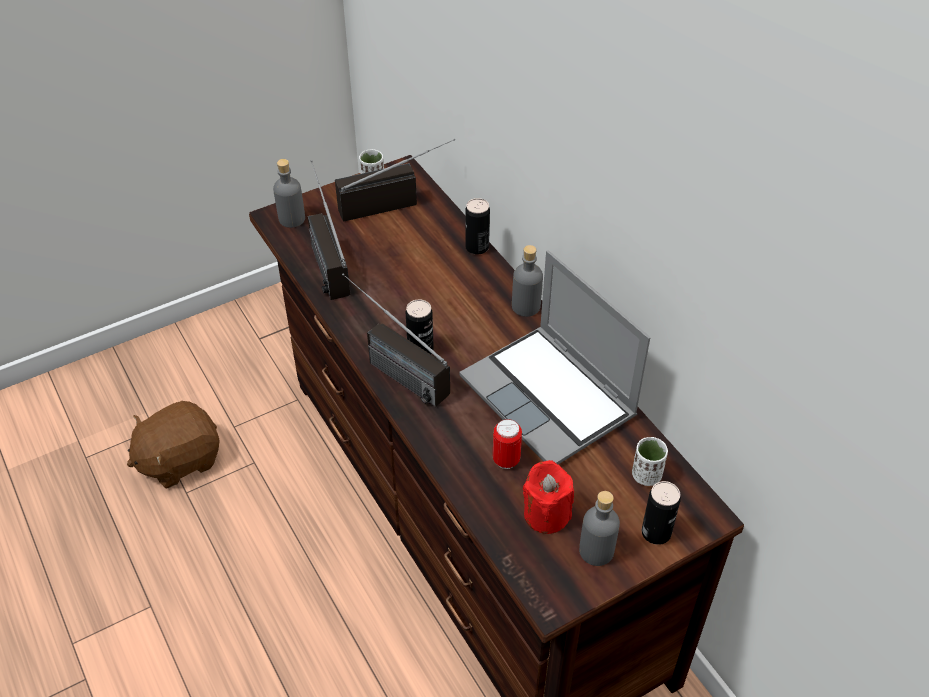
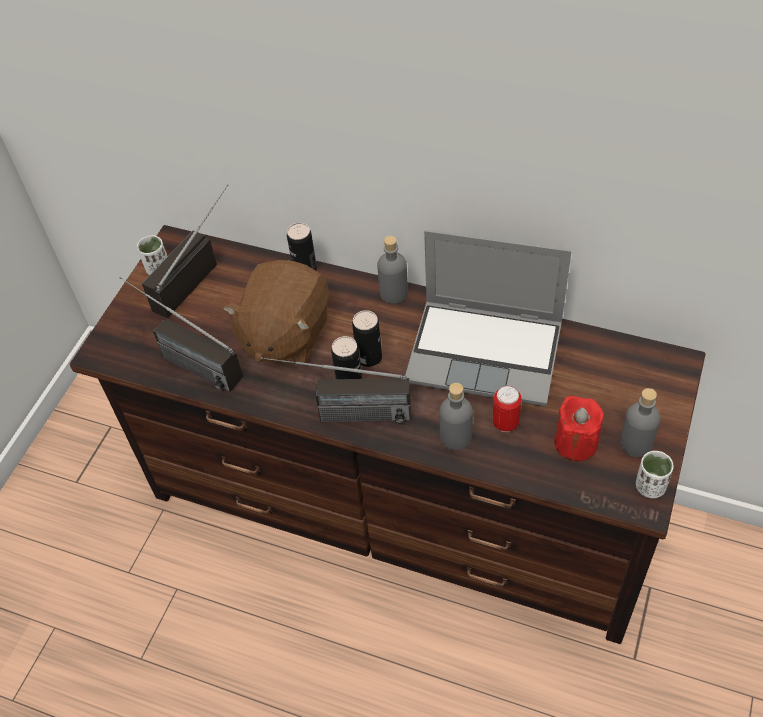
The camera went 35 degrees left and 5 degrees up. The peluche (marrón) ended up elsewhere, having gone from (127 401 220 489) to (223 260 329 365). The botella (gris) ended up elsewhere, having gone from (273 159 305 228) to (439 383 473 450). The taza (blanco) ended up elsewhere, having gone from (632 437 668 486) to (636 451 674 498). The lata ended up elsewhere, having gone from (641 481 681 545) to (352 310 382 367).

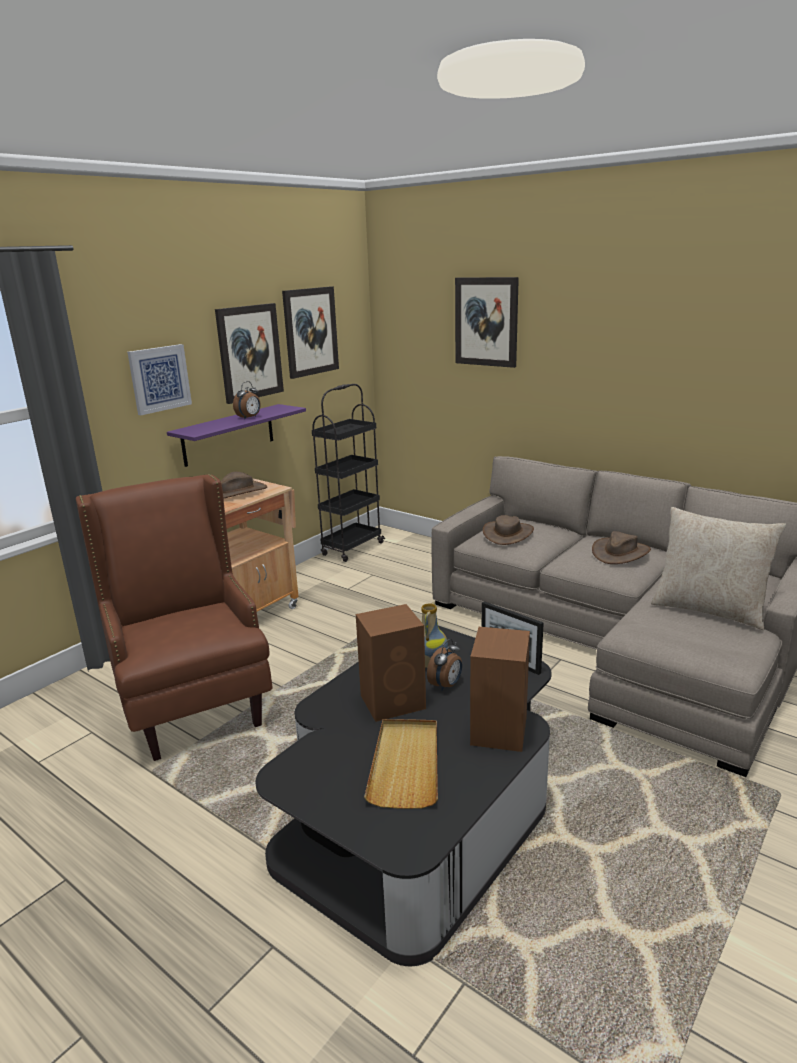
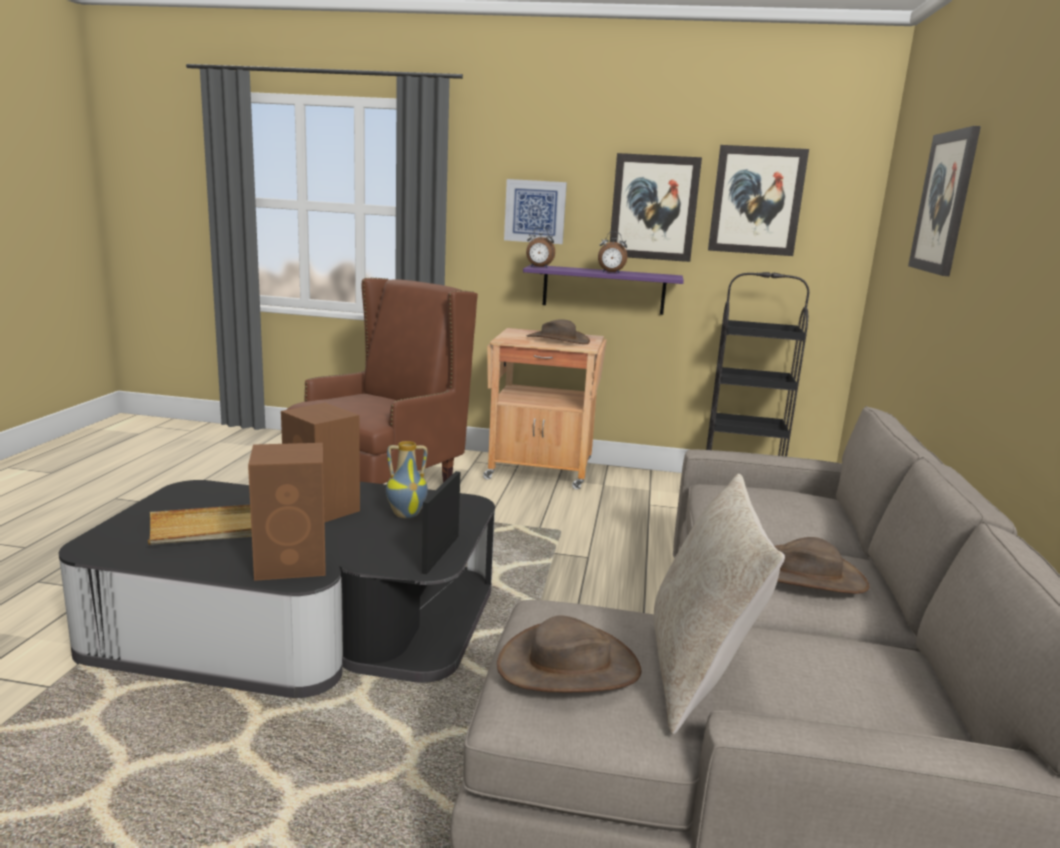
The camera went 60 degrees right and 5 degrees down. The despertador ended up elsewhere, having gone from (427 639 462 691) to (526 227 555 268). The sombrero (marrón) ended up elsewhere, having gone from (483 515 534 545) to (497 615 642 692).

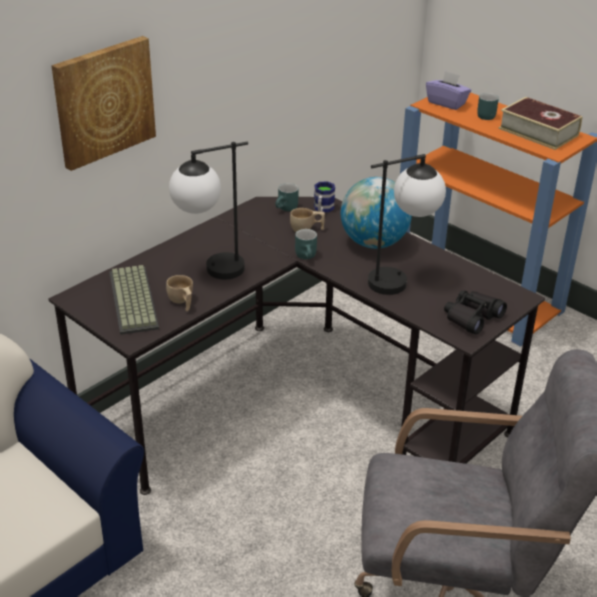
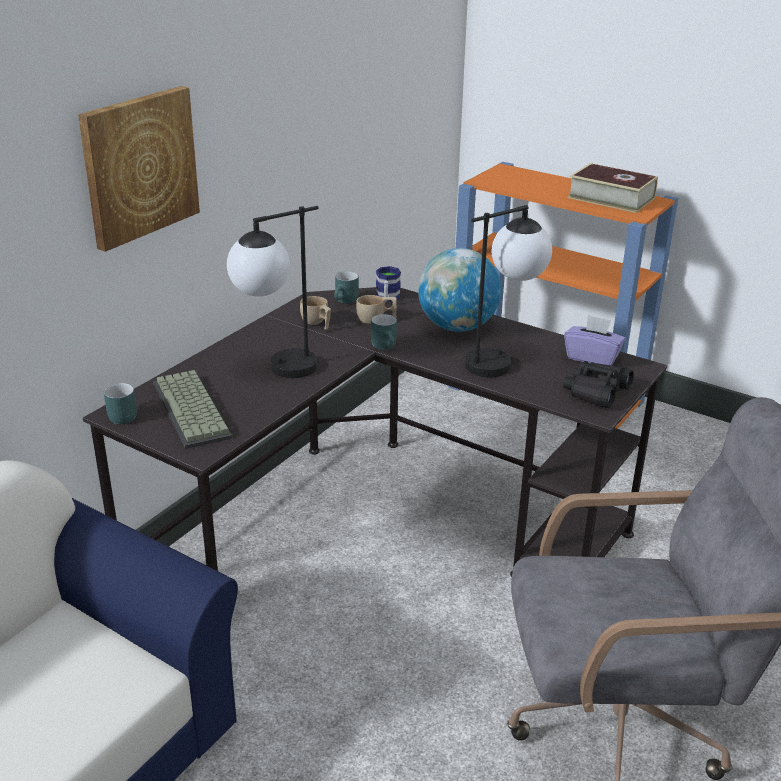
The camera went 10 degrees left and 5 degrees down. The taza (beis) ended up elsewhere, having gone from (166 275 193 311) to (300 296 331 330). The caja de pañuelos (morado) ended up elsewhere, having gone from (426 71 471 110) to (564 315 626 365). The taza grande (turquesa) ended up elsewhere, having gone from (477 93 499 120) to (104 383 137 424).

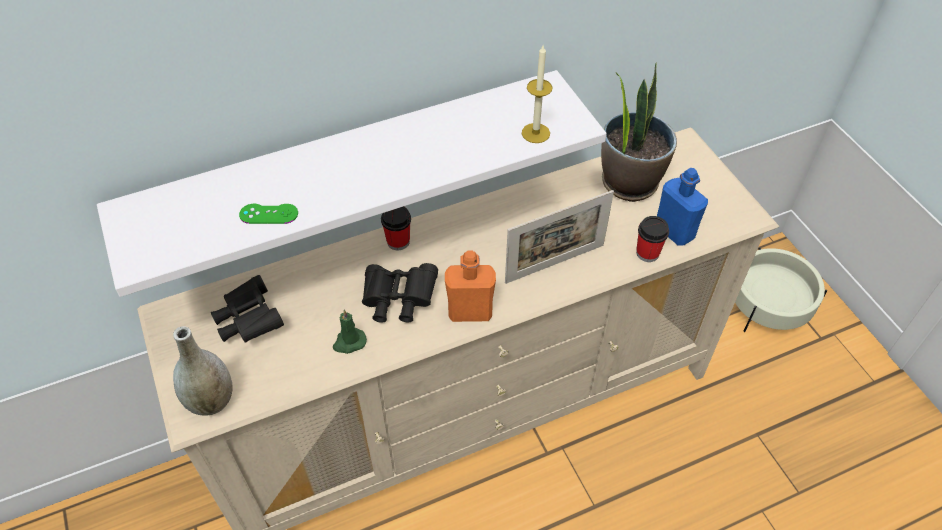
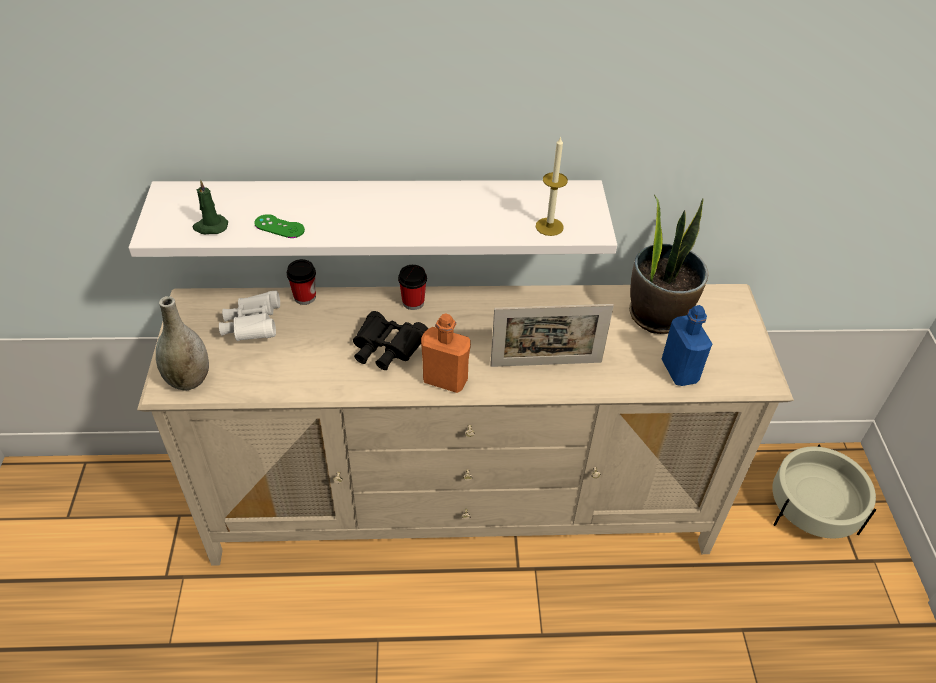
The camera went 20 degrees right and 5 degrees down. What was the prismáticos (negro) at (211 275 284 343) turned into the prismáticos (blanco) at (219 291 280 341). The vela (verde) ended up elsewhere, having gone from (333 310 367 354) to (193 180 228 234). The taza ended up elsewhere, having gone from (636 216 669 262) to (287 259 316 305).

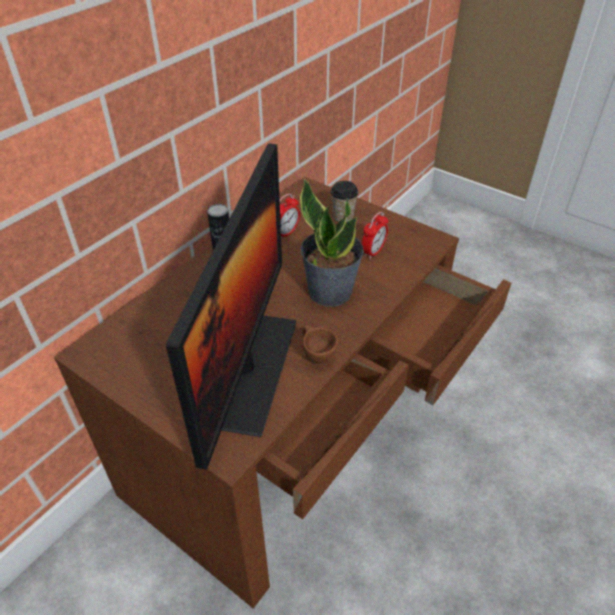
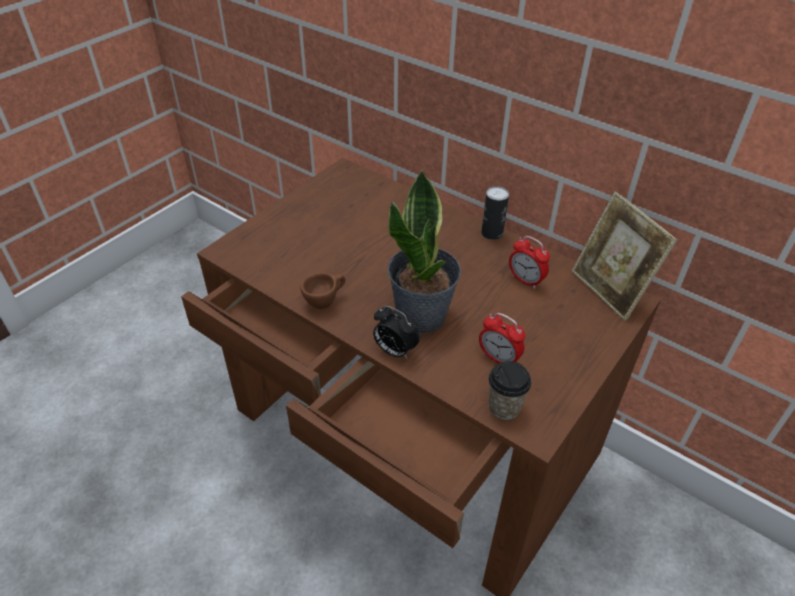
The camera went 90 degrees right and 0 degrees up. The second view lost the monitor at (166 143 296 470). The taza ended up elsewhere, having gone from (331 181 358 222) to (489 361 531 420). The second view gained the despertador at (373 306 420 359). The second view gained the portarretratos at (571 192 677 321).

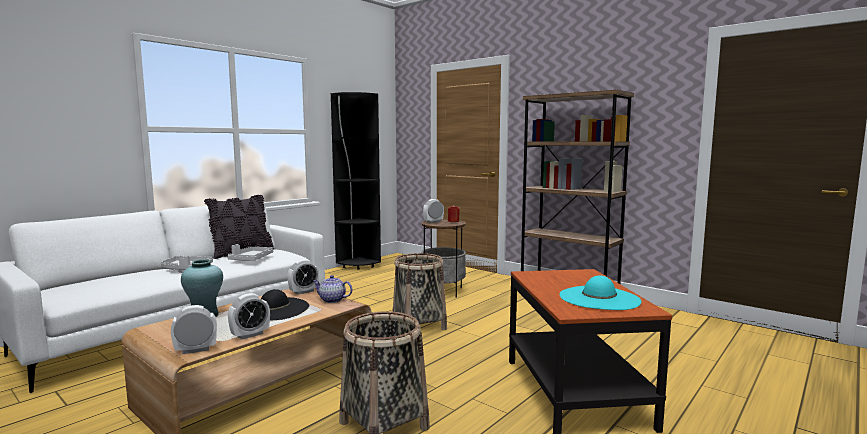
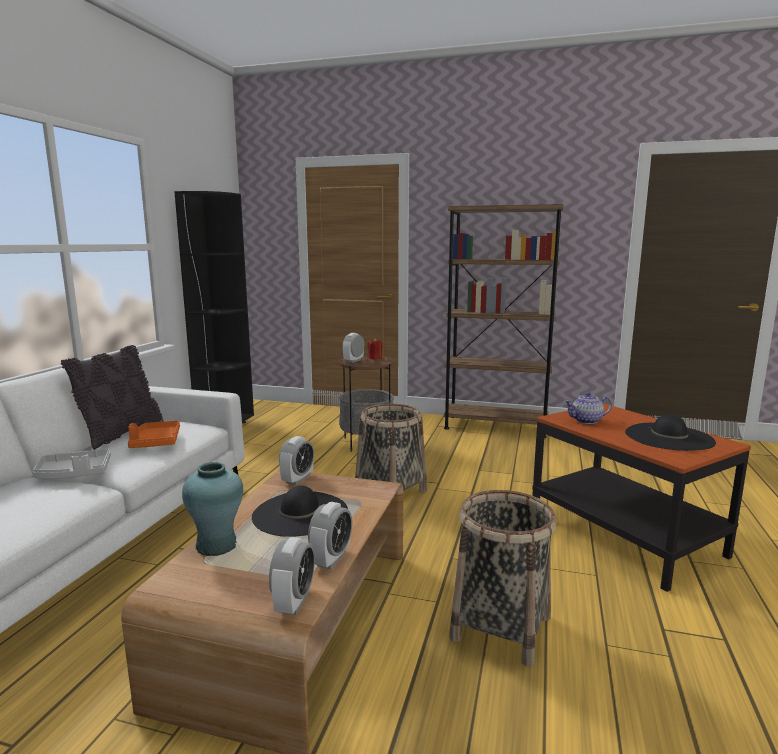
The camera went 25 degrees left and 5 degrees up. The despertador at (171 305 217 354) ended up facing another way, 150 degrees clockwise from before. What was the bandeja (gris) at (227 244 273 261) turned into the bandeja (naranja) at (128 420 180 448). The tetera ended up elsewhere, having gone from (313 275 352 303) to (565 392 612 424). What was the sombrero (turquesa) at (559 275 641 310) turned into the sombrero (negro) at (625 414 716 451).

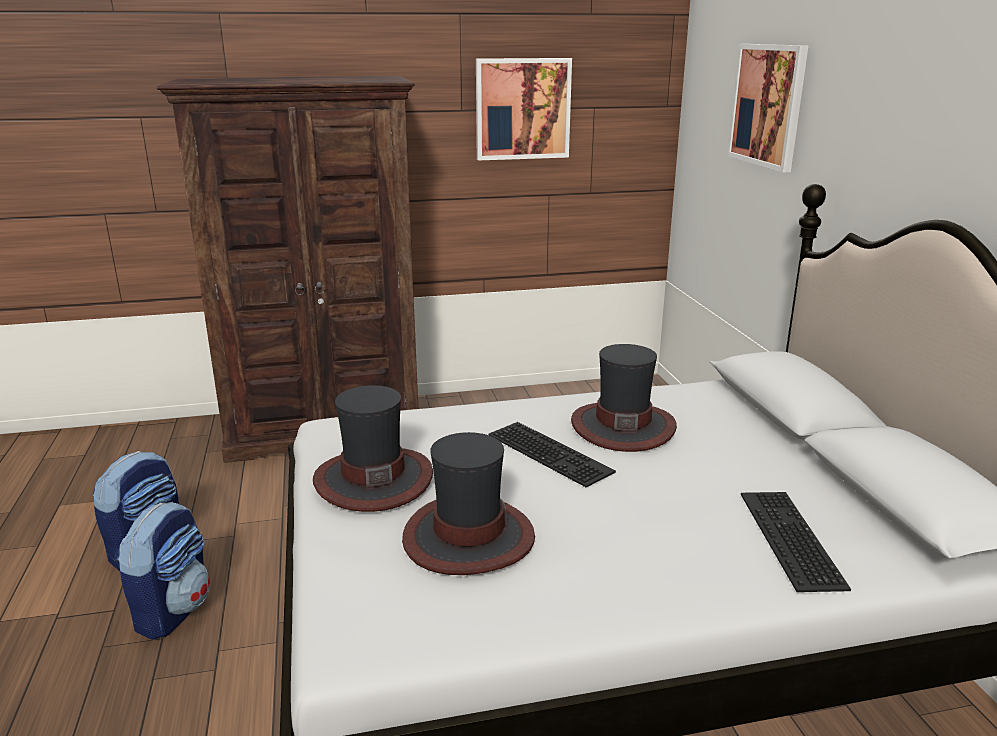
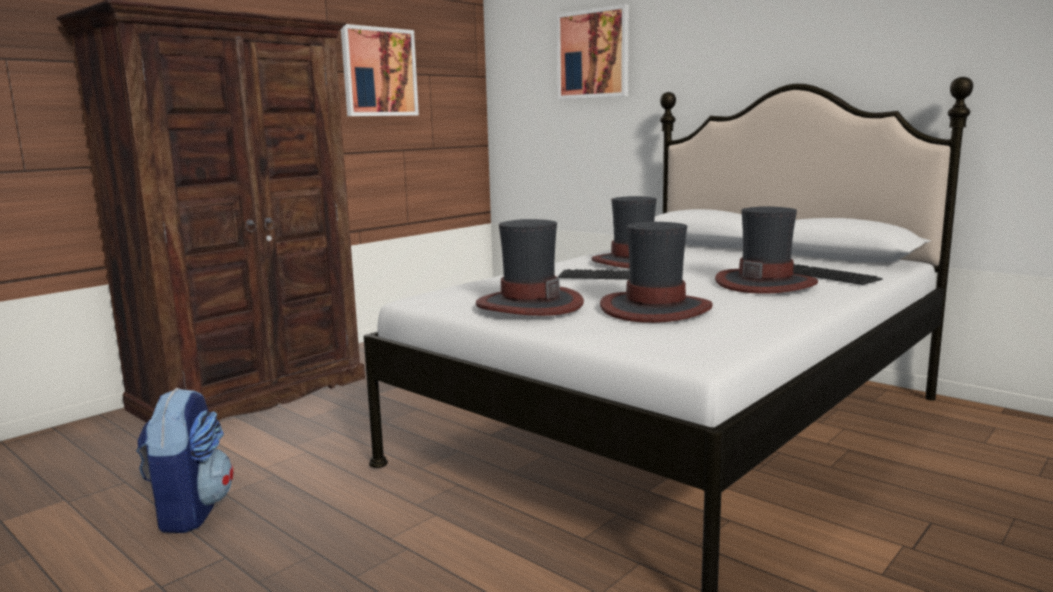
The camera went 35 degrees left and 10 degrees down. The second view lost the mochila at (114 502 210 640). The second view gained the sombrero at (715 206 818 294).

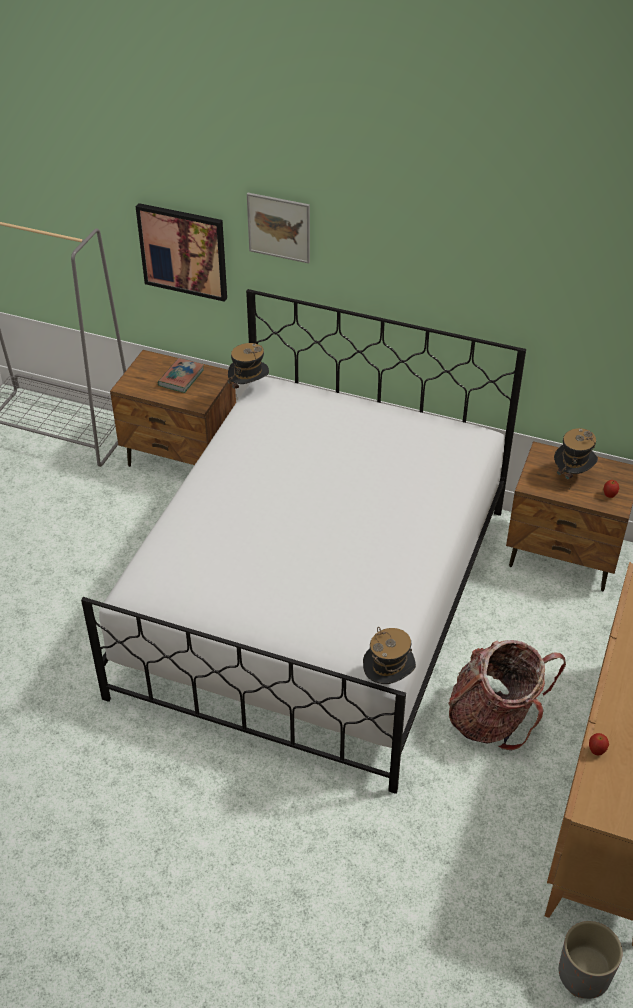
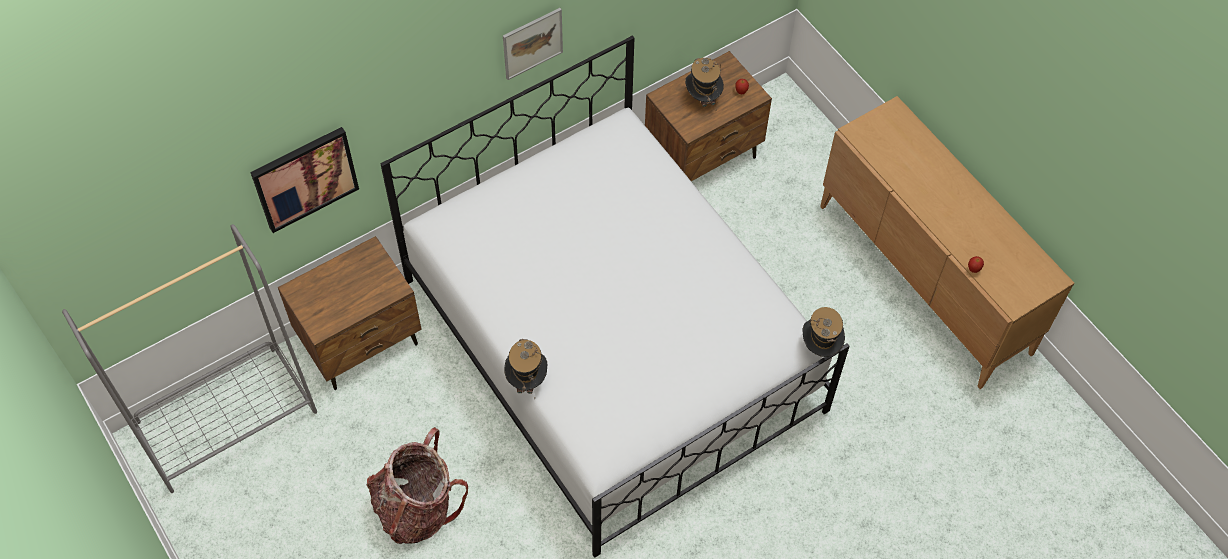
The camera went 55 degrees left and 15 degrees up. The second view lost the libro at (158 358 204 393). The sombrero ended up elsewhere, having gone from (227 343 269 389) to (504 339 547 394). The cuadro ended up elsewhere, having gone from (247 193 310 263) to (503 8 563 80). The mochila ended up elsewhere, having gone from (448 640 566 751) to (367 427 468 544). The second view lost the maceta (gris) at (559 921 623 999).

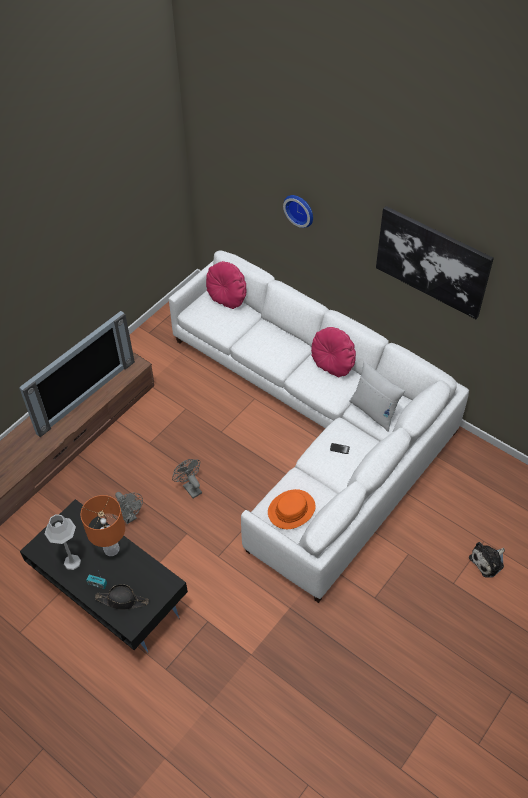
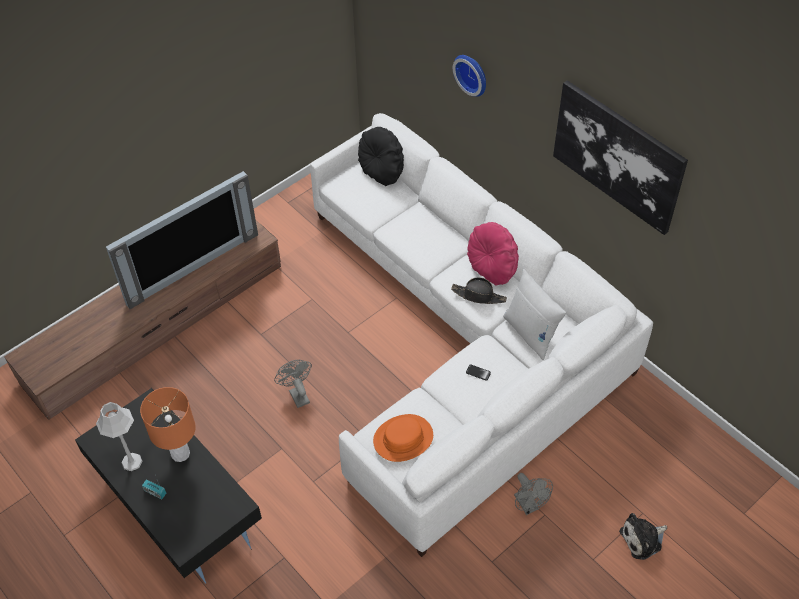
The camera went 10 degrees right and 0 degrees up. The sombrero (negro) ended up elsewhere, having gone from (95 584 149 610) to (451 277 507 304). The ventilador (gris) ended up elsewhere, having gone from (113 492 143 524) to (514 473 553 515). What was the cojín (rosa) at (206 261 247 309) turned into the cojín (negro) at (358 127 404 186).

